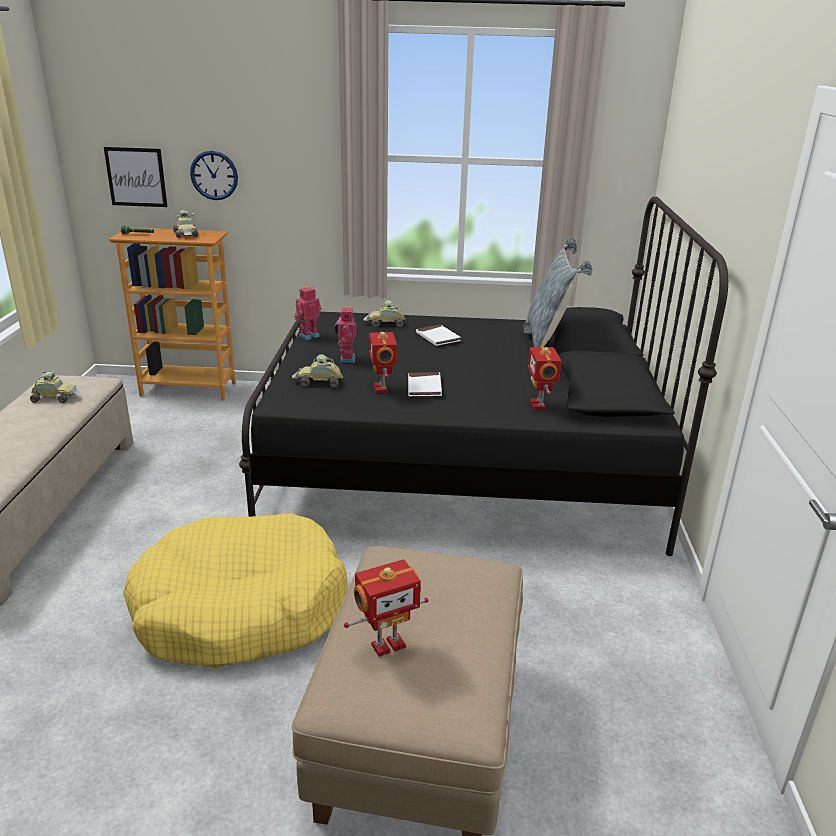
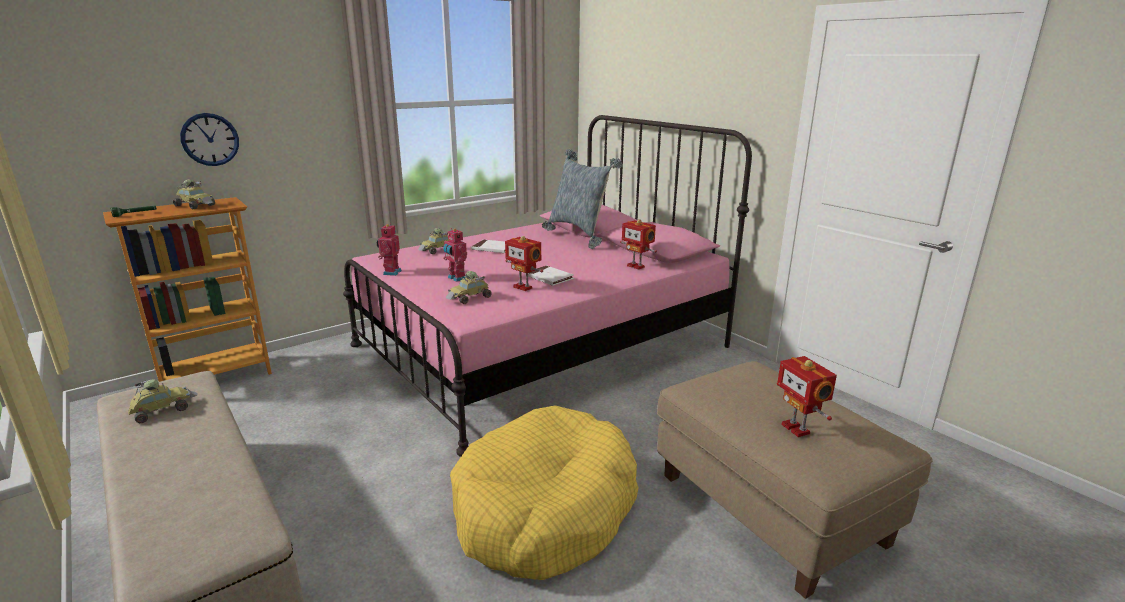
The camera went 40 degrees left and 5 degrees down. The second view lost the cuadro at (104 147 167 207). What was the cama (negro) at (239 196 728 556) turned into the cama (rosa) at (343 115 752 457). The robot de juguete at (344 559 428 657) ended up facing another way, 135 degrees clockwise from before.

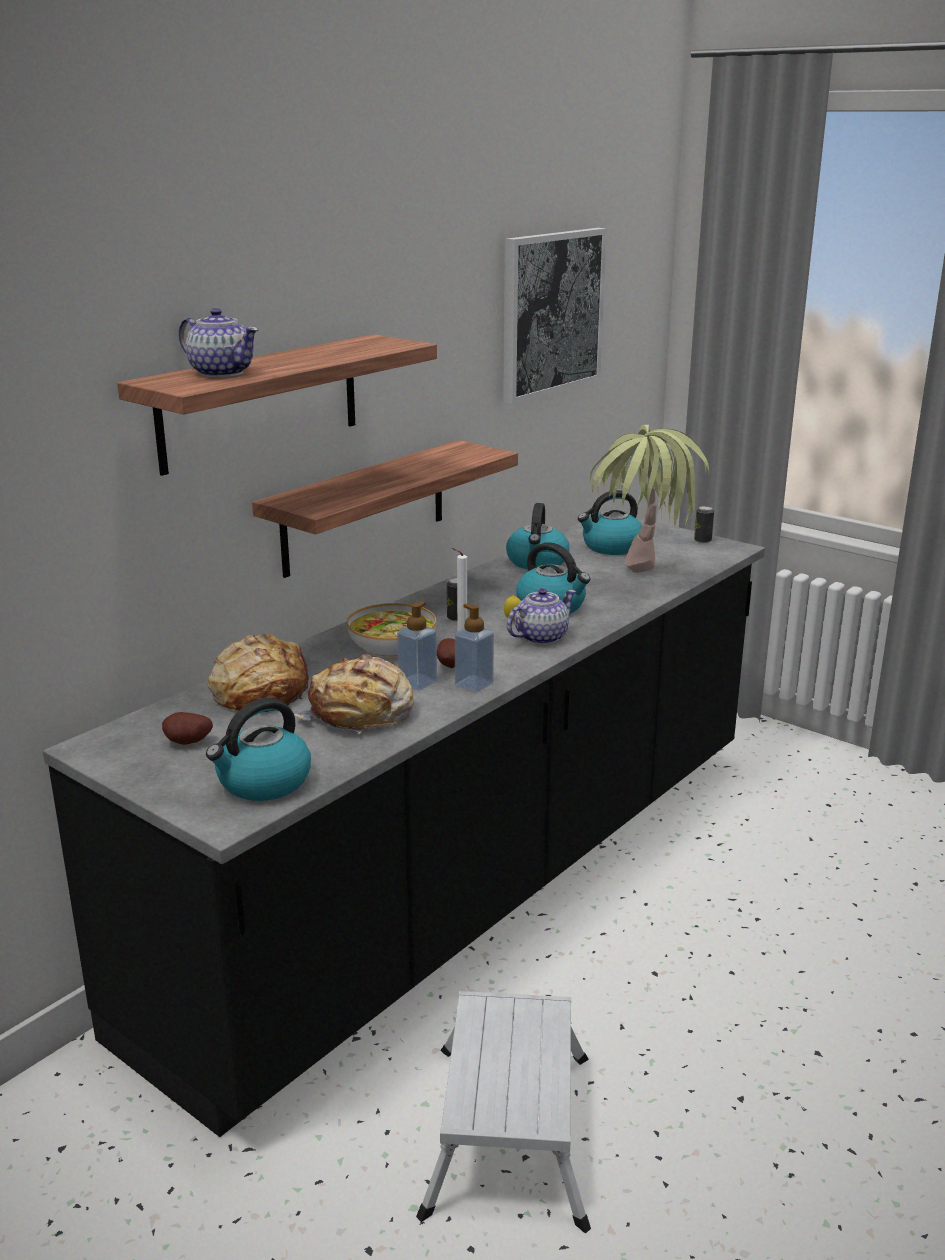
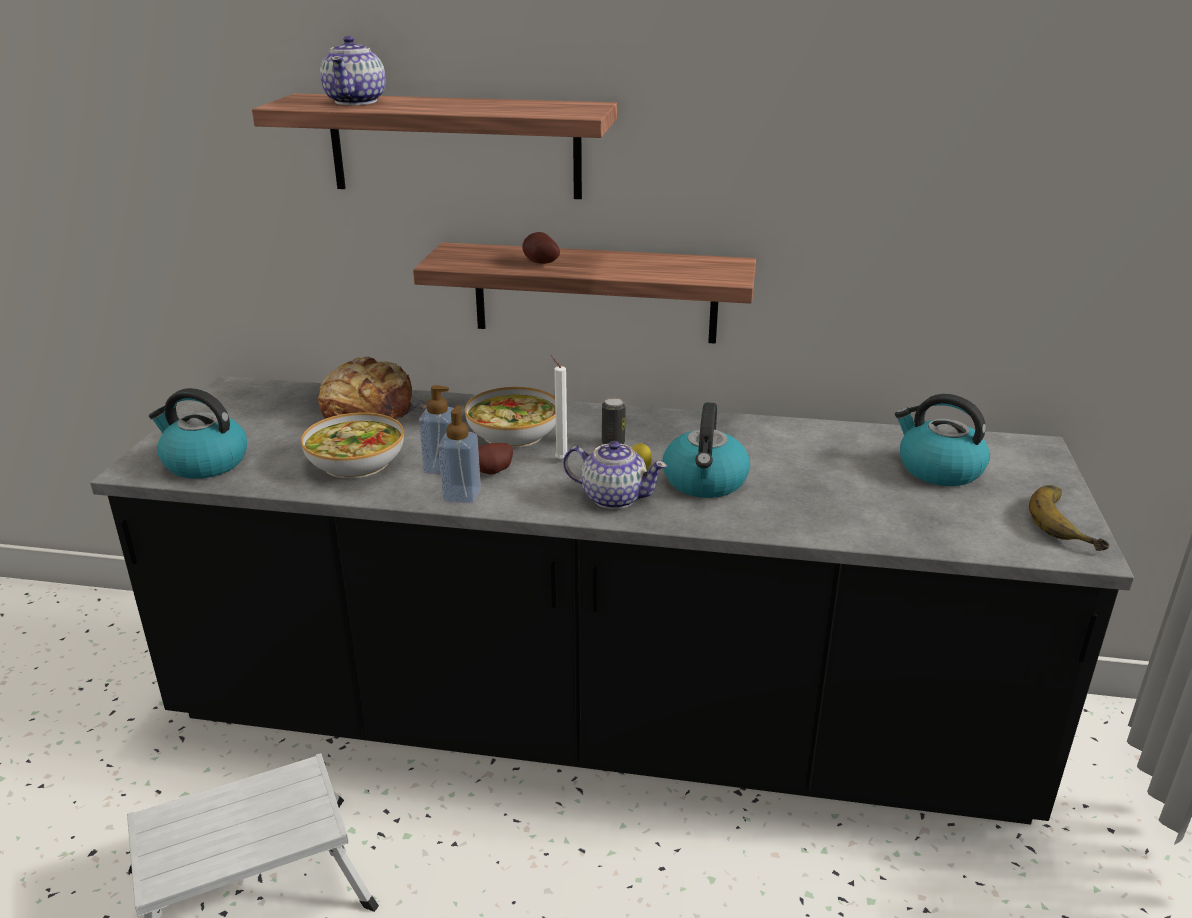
The camera went 60 degrees right and 5 degrees up. The patata ended up elsewhere, having gone from (162 712 213 745) to (522 232 560 264). Where the pan stood at (294 654 414 734), the cuenco came to stand at (301 412 404 479). The second view lost the cuadro at (503 228 607 404). The second view lost the hervidor at (506 503 570 569). The second view lost the planta en maceta at (590 425 709 573). Where the lata stood at (694 506 714 543), the plátano came to stand at (1029 485 1109 551).

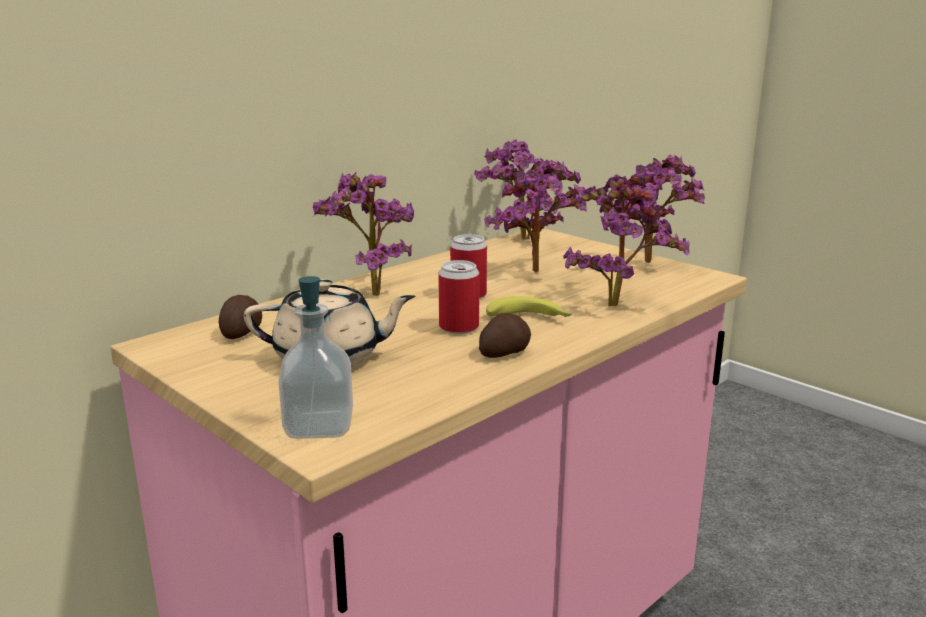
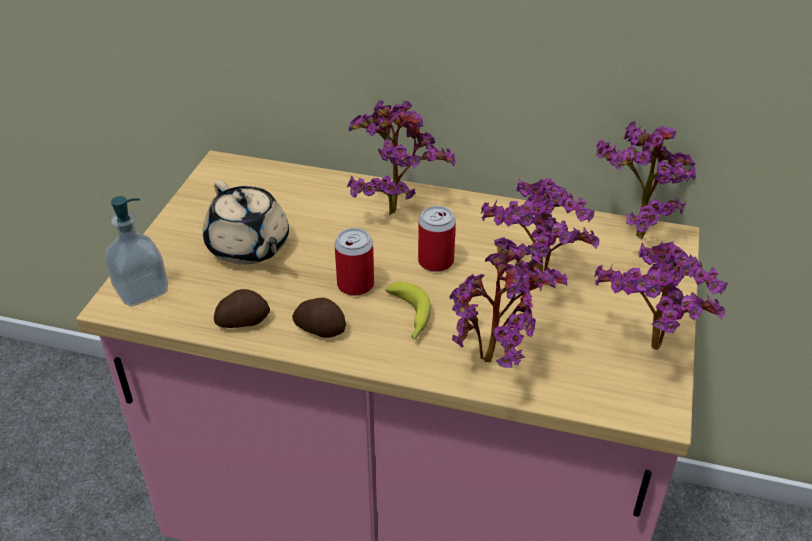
The camera went 60 degrees right and 20 degrees up. The patata ended up elsewhere, having gone from (219 295 262 339) to (214 289 270 328).

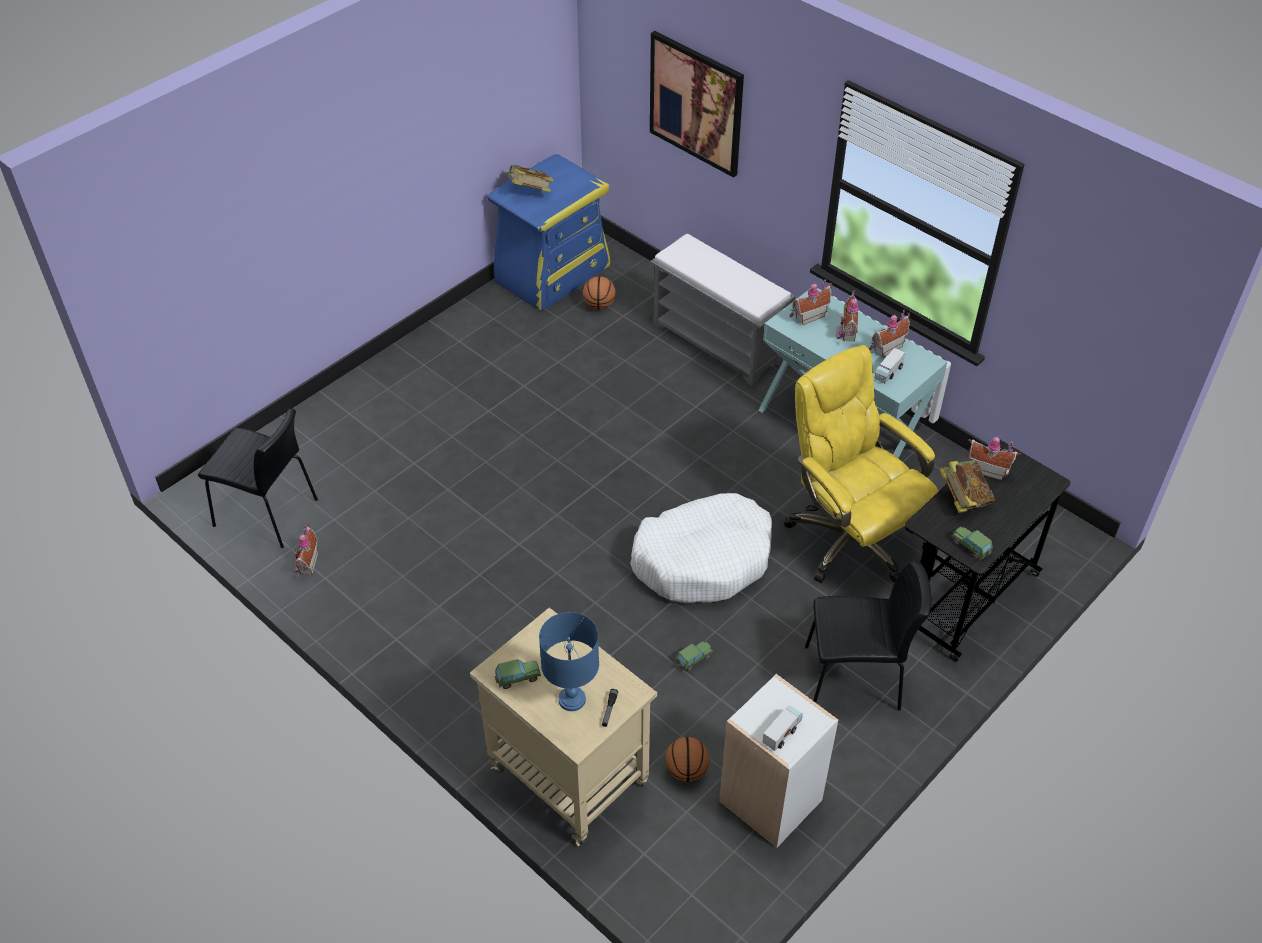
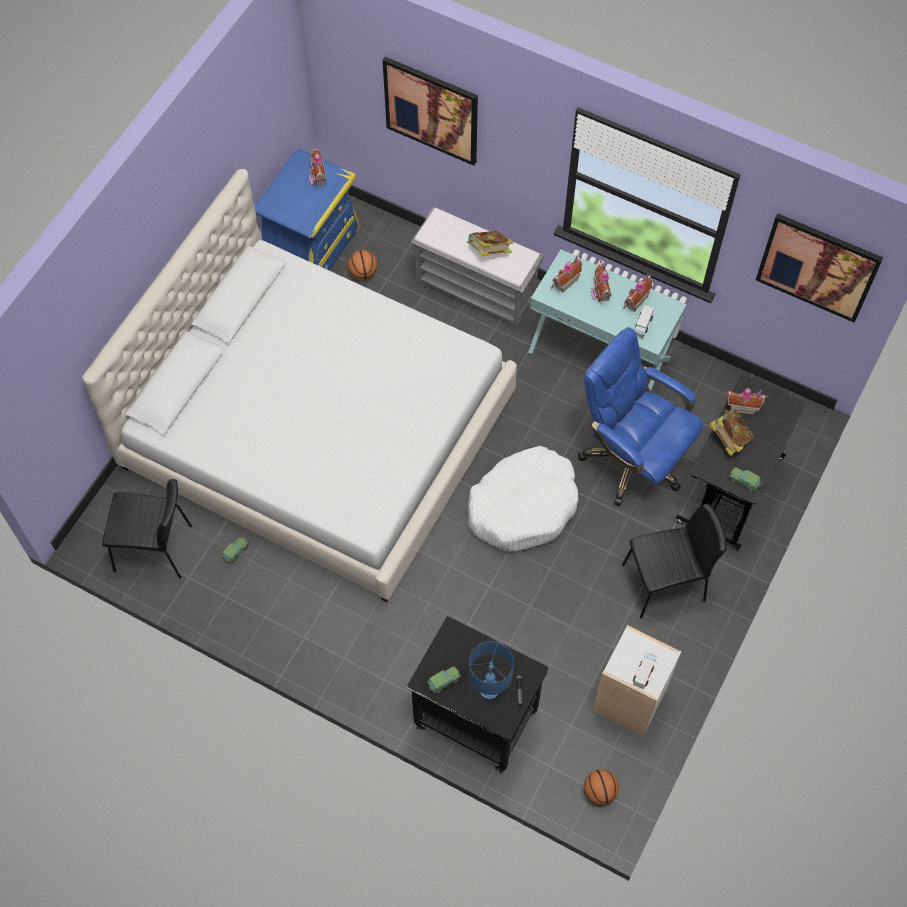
The camera went 15 degrees left and 15 degrees up. The casita ended up elsewhere, having gone from (295 524 318 578) to (309 145 327 187). What was the carrito (beis) at (470 607 657 846) turned into the carrito (negro) at (407 616 549 773). The libro ended up elsewhere, having gone from (505 165 554 192) to (467 230 513 256). The balón de baloncesto ended up elsewhere, having gone from (665 737 709 782) to (584 769 619 805). The coche de juguete ended up elsewhere, having gone from (676 641 714 671) to (222 537 250 564). What was the silla de oficina (amarillo) at (784 345 938 583) turned into the silla de oficina (azul) at (578 327 703 506). The second view gained the cama (blanco) at (82 169 517 602). The second view gained the cuadro at (756 213 883 323).

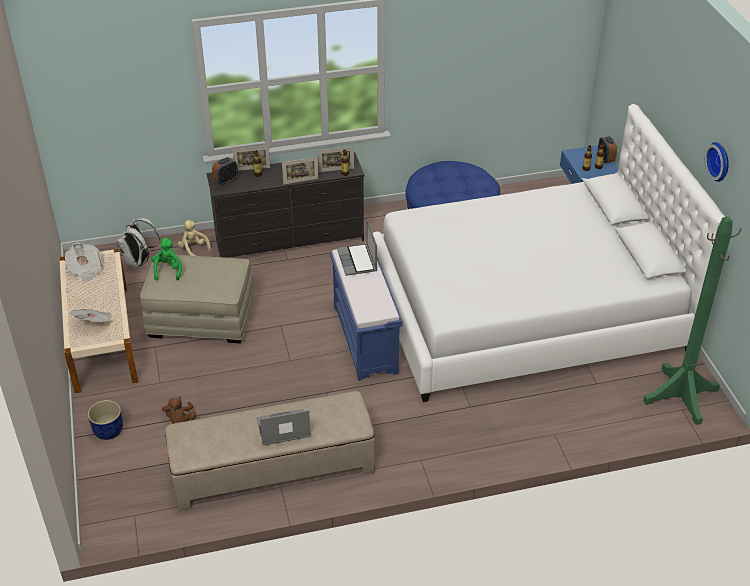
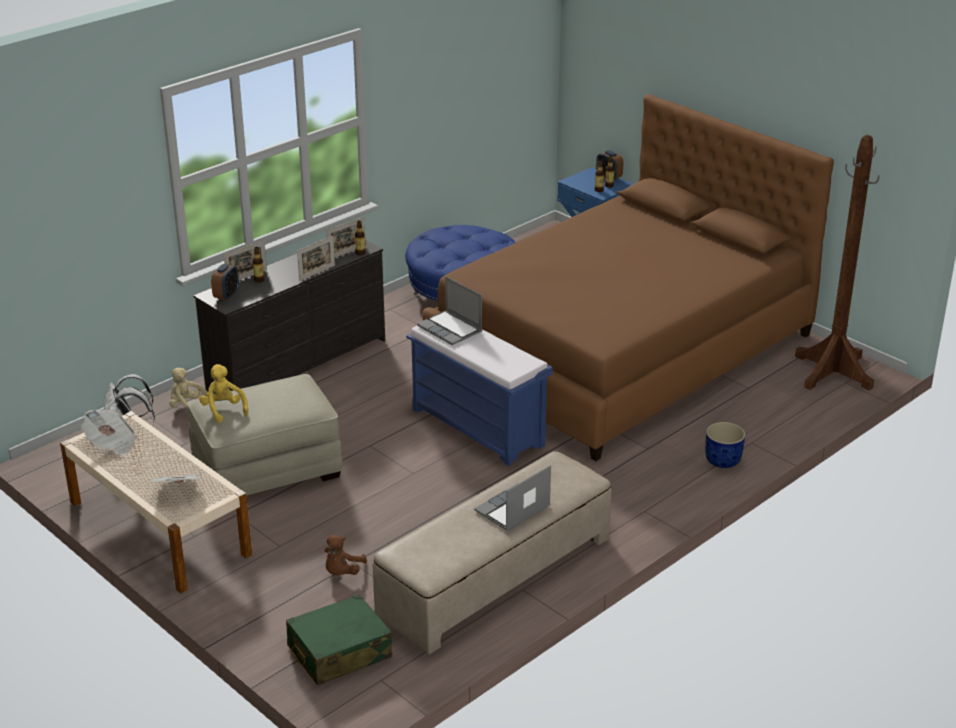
The camera went 30 degrees left and 10 degrees down. The maceta (azul) ended up elsewhere, having gone from (88 400 123 440) to (705 422 746 468). What was the peluche (verde) at (151 238 182 280) turned into the peluche (amarillo) at (199 364 248 423). The peluche (marrón) at (162 397 196 424) ended up facing another way, 60 degrees clockwise from before. What was the cama (blanco) at (373 104 726 402) turned into the cama (marrón) at (422 94 834 461). What was the perchero (verde) at (643 216 742 425) turned into the perchero (marrón) at (795 135 879 390). The second view lost the reloj de pared at (705 142 729 182). The second view gained the maleta (verde) at (286 594 392 685).

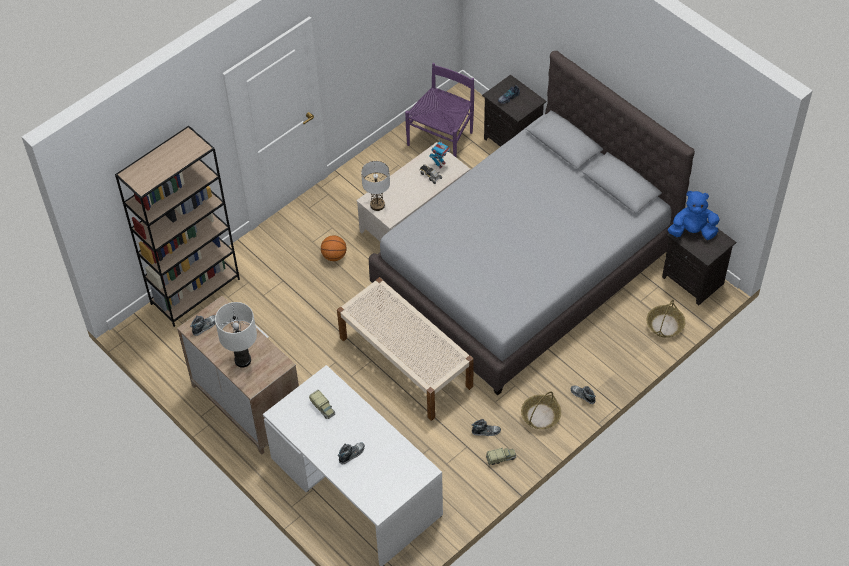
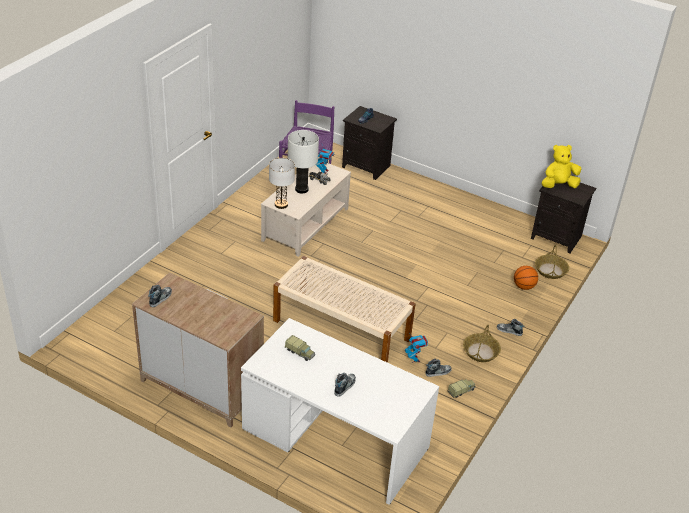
The camera went 20 degrees left and 15 degrees down. The second view lost the estantería (beis) at (115 126 240 327). The lámpara de mesa (blanco) ended up elsewhere, having gone from (215 302 257 368) to (288 130 319 194). The balón de baloncesto ended up elsewhere, having gone from (321 235 347 261) to (514 266 538 290). The second view lost the cama (gris) at (369 51 695 395). What was the peluche (azul) at (668 191 720 240) turned into the peluche (amarillo) at (542 145 581 188). The second view gained the robot de juguete at (405 333 428 363).

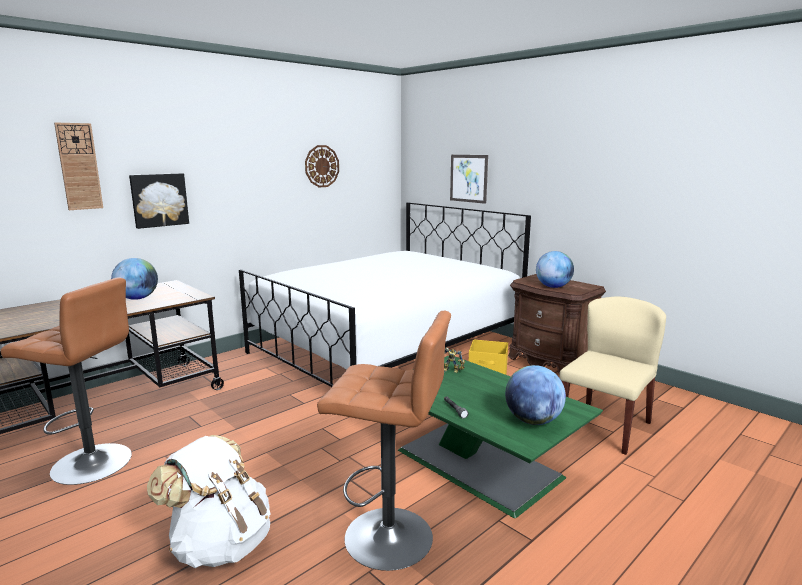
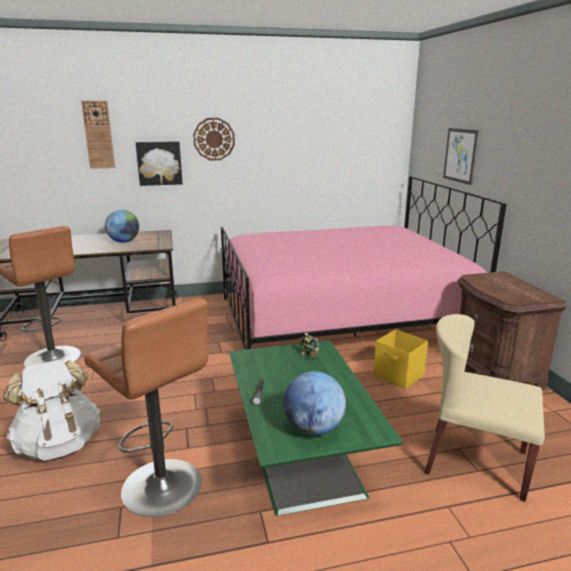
The camera went 30 degrees right and 5 degrees up. What was the cama (blanco) at (239 202 531 387) turned into the cama (rosa) at (221 176 507 350). The reloj de pared ended up elsewhere, having gone from (305 145 339 188) to (193 118 235 161). The second view lost the globo terráqueo at (536 251 574 288). The silla (beis) at (559 297 666 455) ended up facing another way, 135 degrees counterclockwise from before.

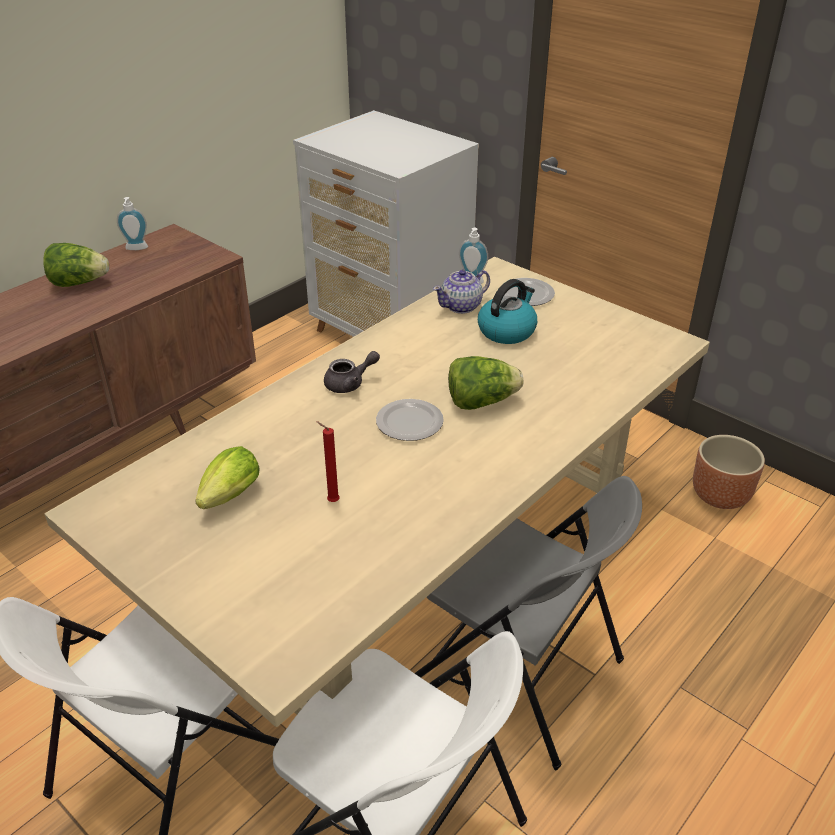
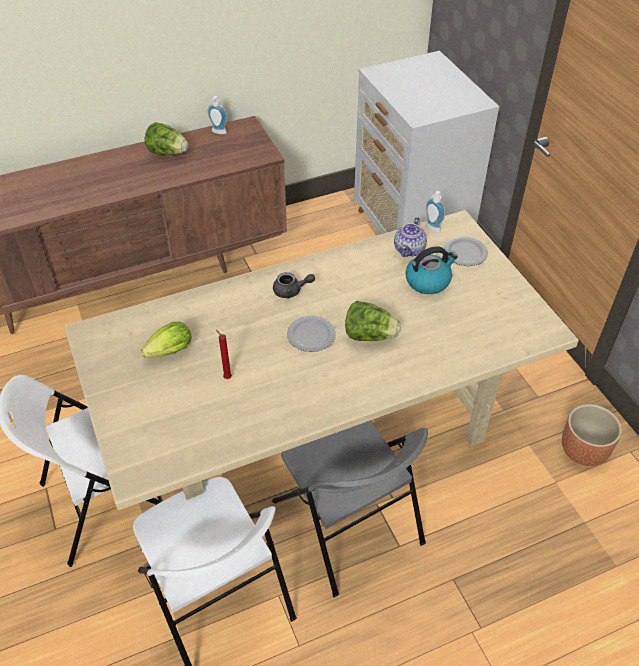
The camera went 25 degrees right and 10 degrees up. The tetera at (433 270 490 314) ended up facing another way, 60 degrees counterclockwise from before.

